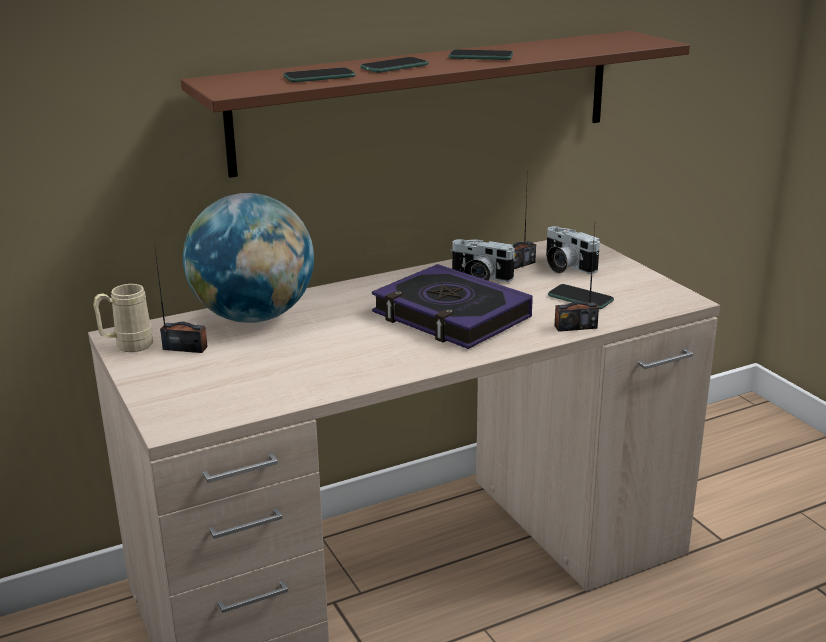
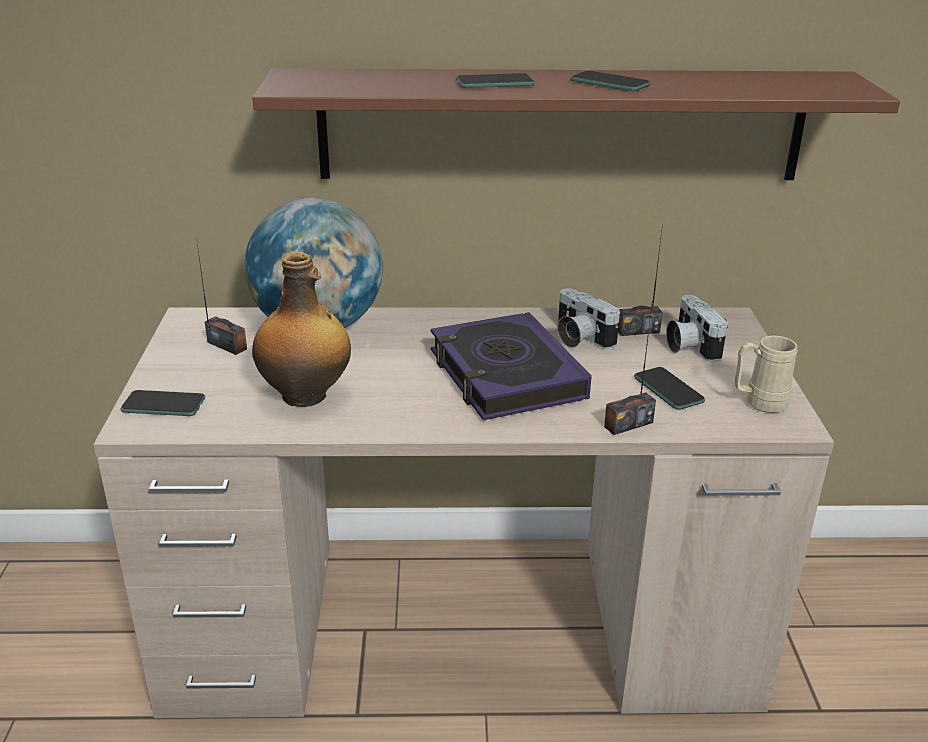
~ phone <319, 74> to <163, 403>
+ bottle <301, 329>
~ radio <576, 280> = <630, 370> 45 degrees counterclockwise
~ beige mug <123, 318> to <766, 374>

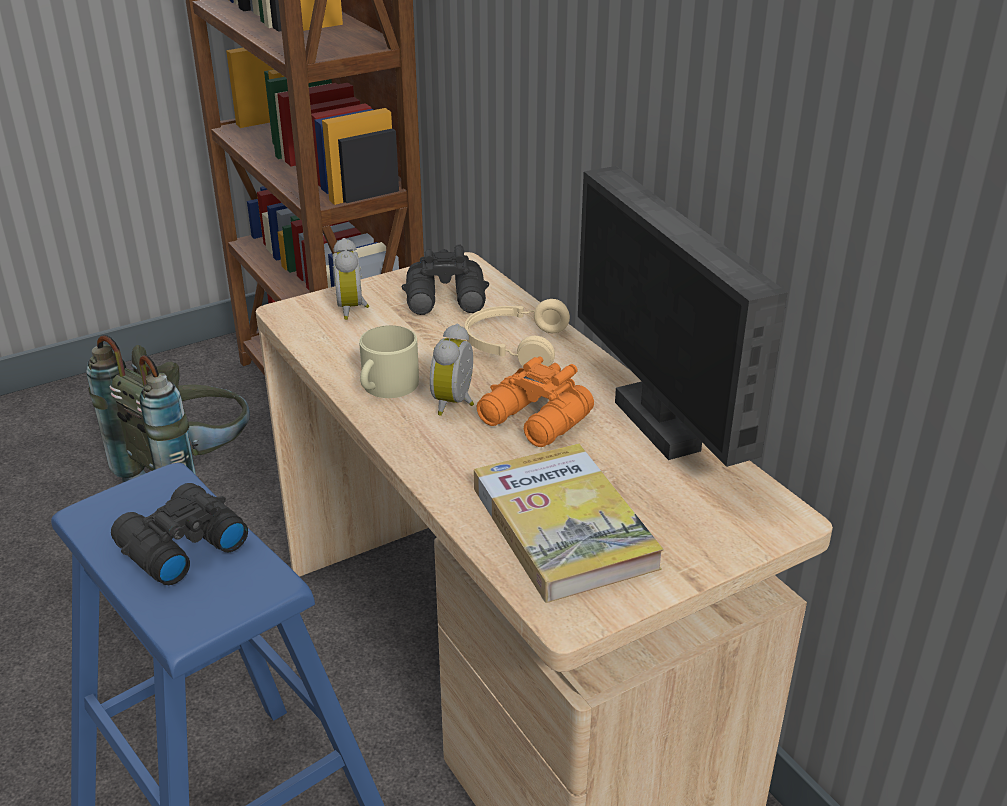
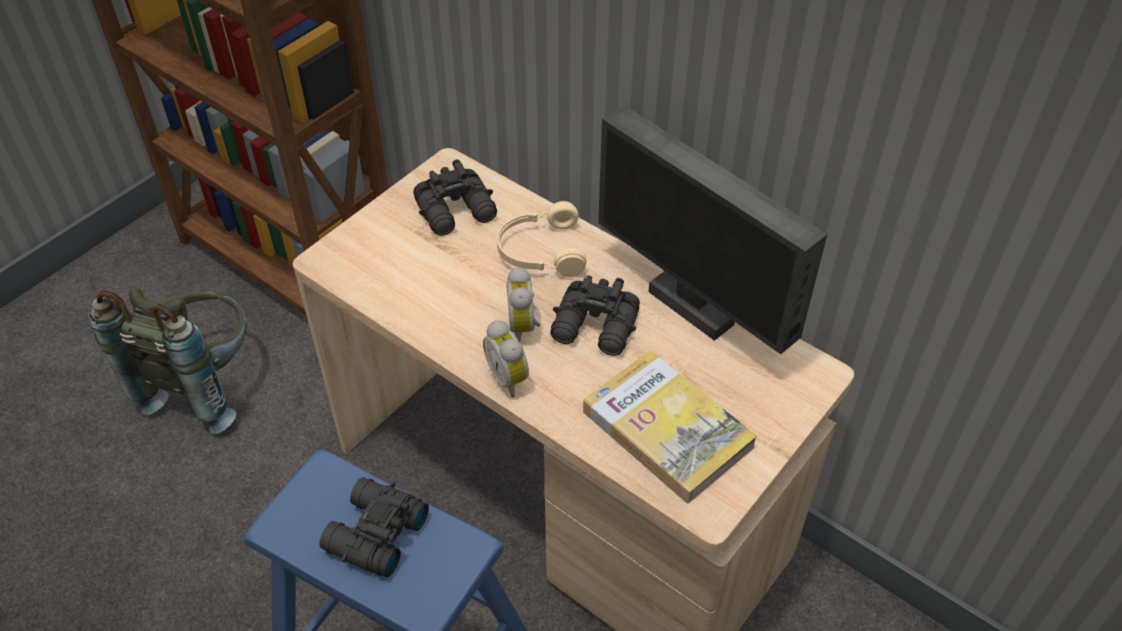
~ alarm clock <351, 279> to <506, 358>
~ orange binoculars <535, 401> to black binoculars <595, 315>
- beige mug <389, 361>

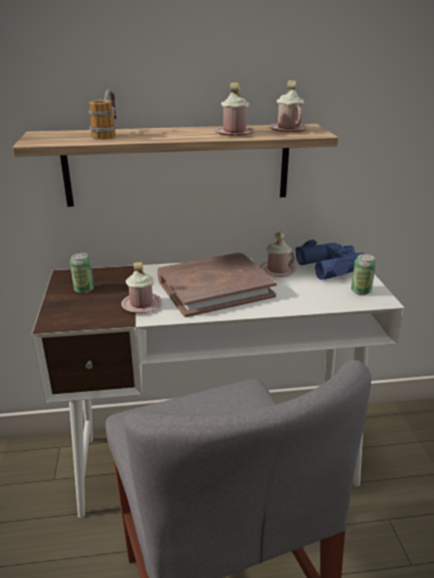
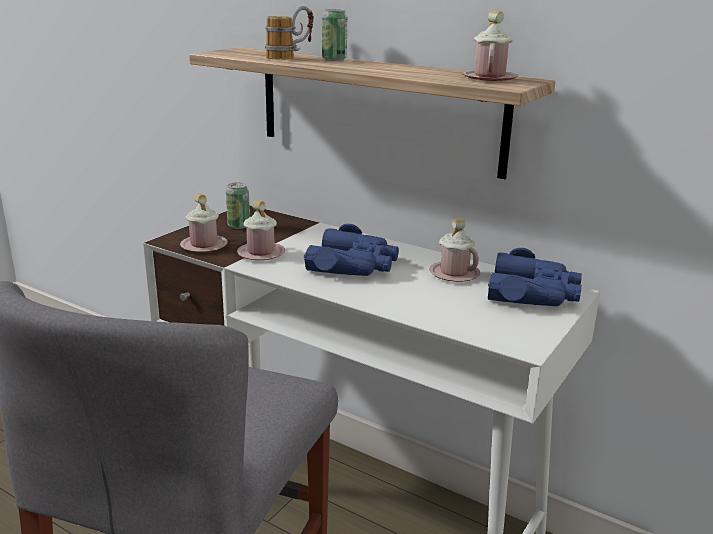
~ pink mug <235, 109> to <204, 222>
~ brown book <217, 285> to blue binoculars <351, 250>
~ can <363, 274> to <334, 35>

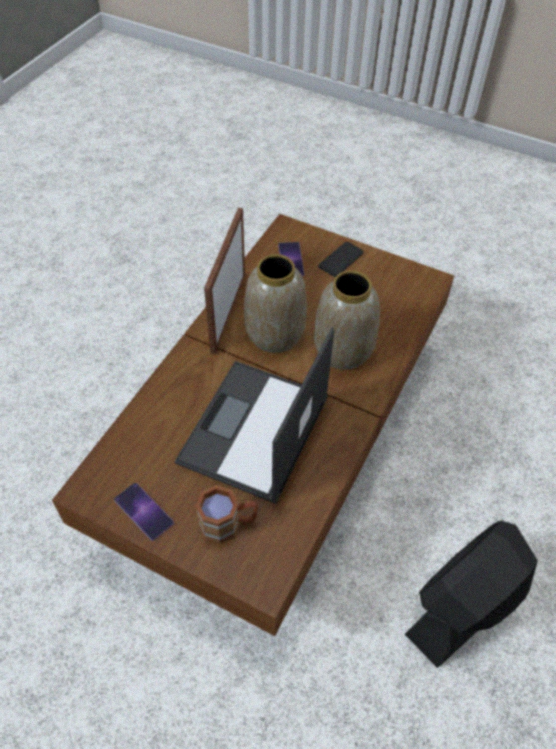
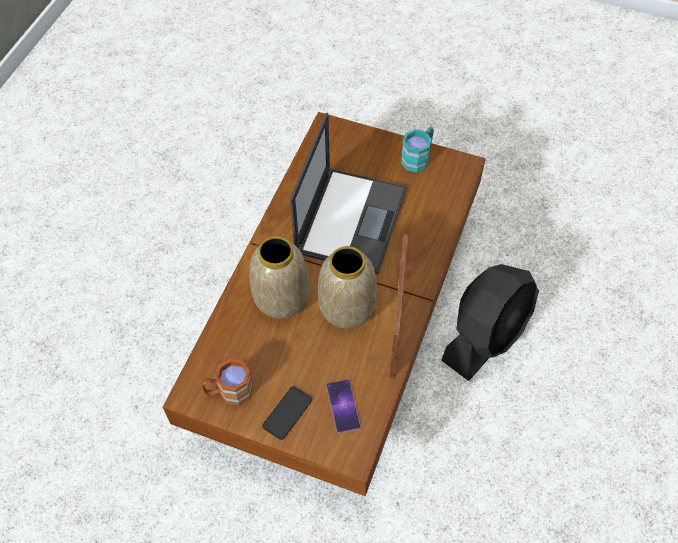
~ brown mug <227, 514> to <227, 382>
~ phone <144, 512> to turquoise mug <417, 149>
~ black fan <471, 594> to <490, 322>

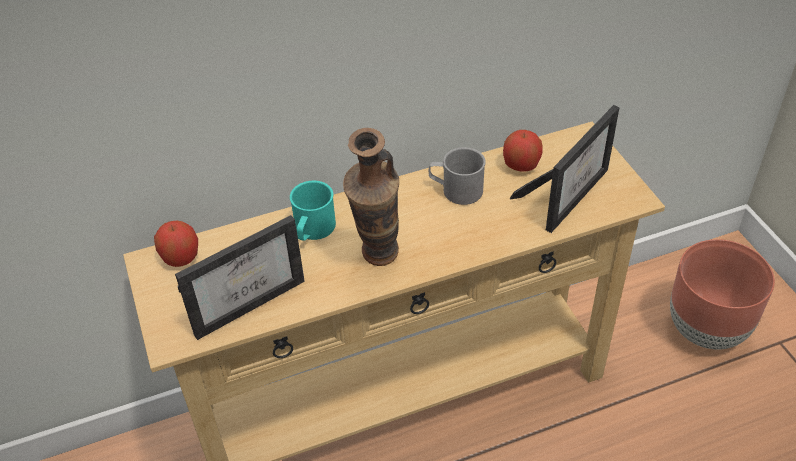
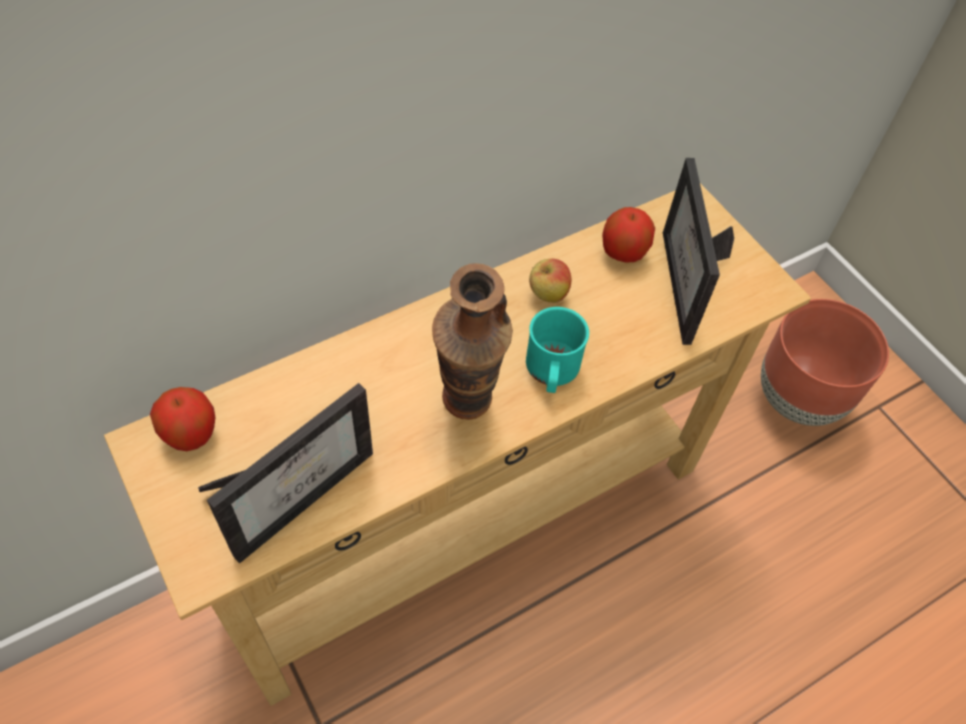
~ turquoise mug <313, 211> to <557, 350>
~ grey mug <457, 176> to apple <550, 281>
~ picture frame <565, 169> = <698, 251> 150 degrees clockwise

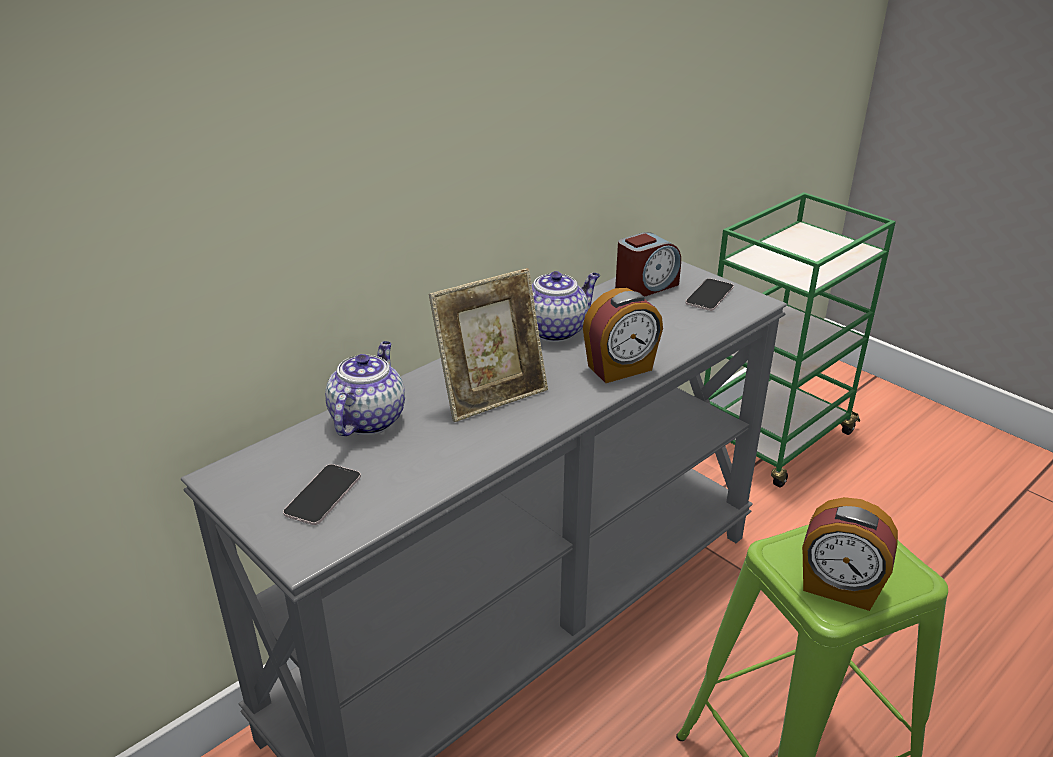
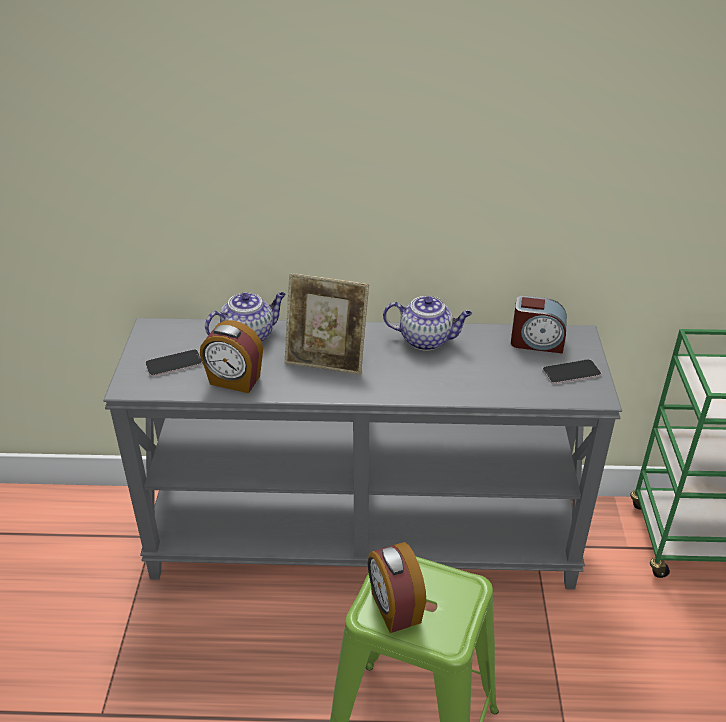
~ alarm clock <623, 335> to <231, 356>

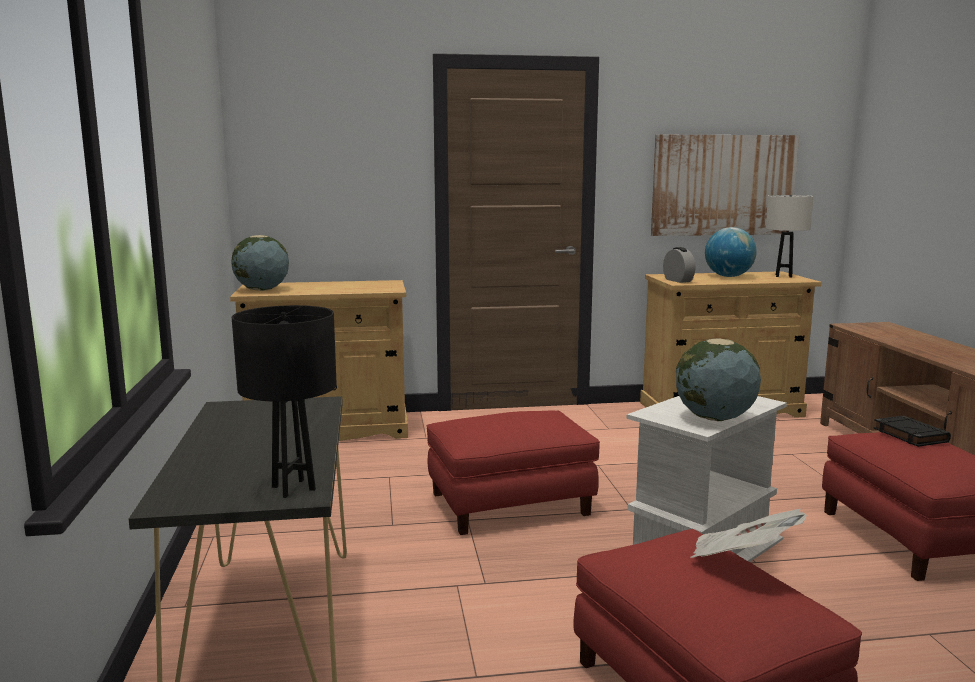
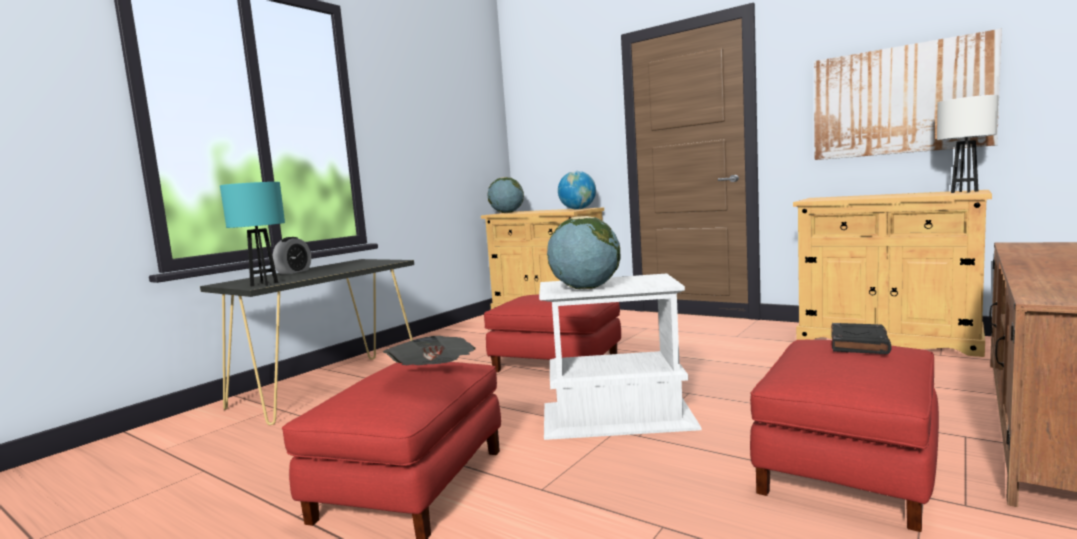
~ black table lamp <284, 401> to turquoise table lamp <252, 234>
~ alarm clock <679, 265> to <292, 255>
~ globe <731, 252> to <577, 190>

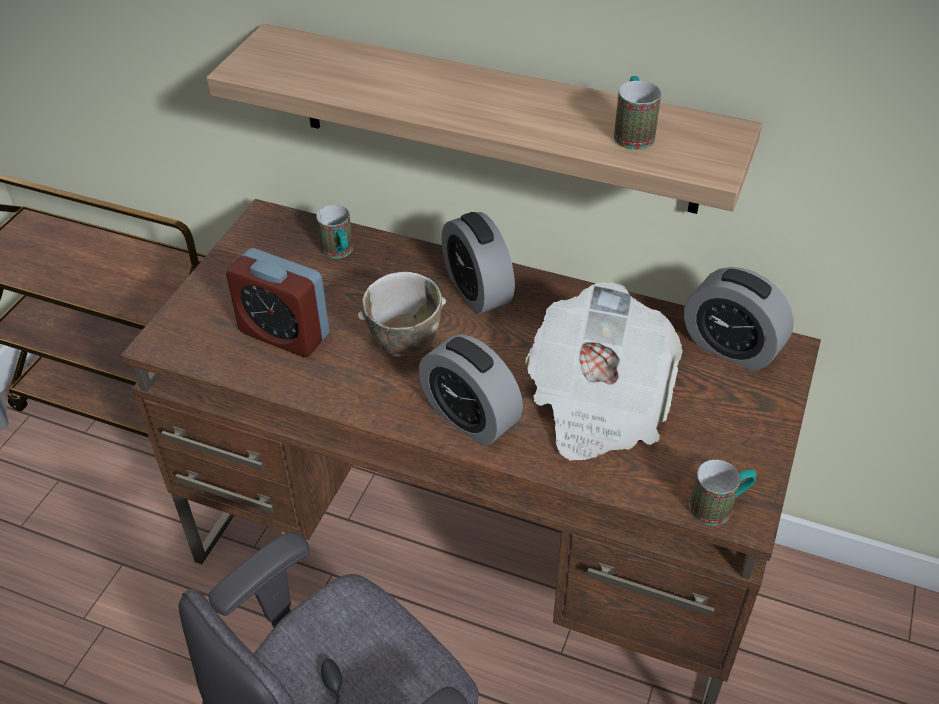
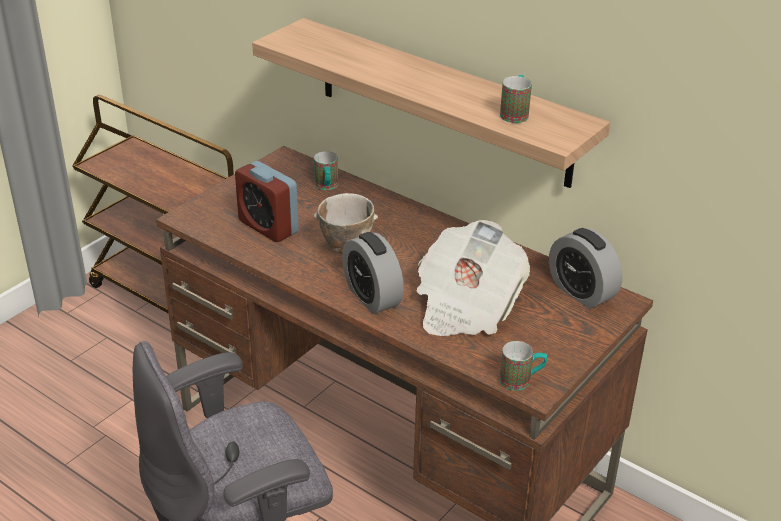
- alarm clock <478, 263>

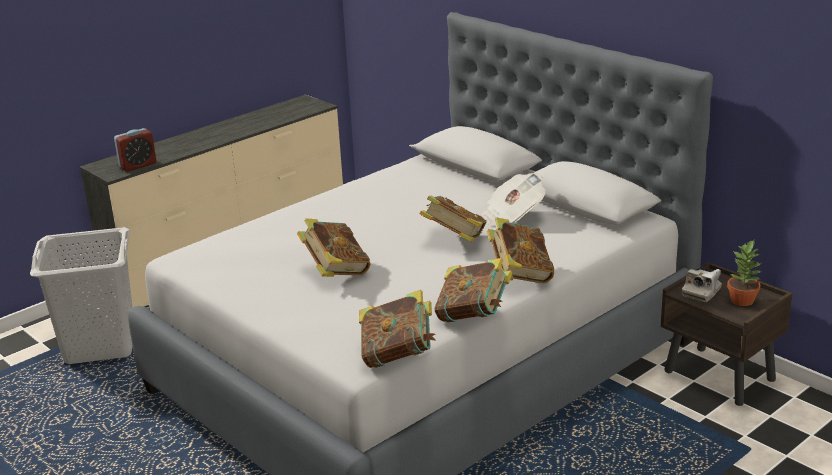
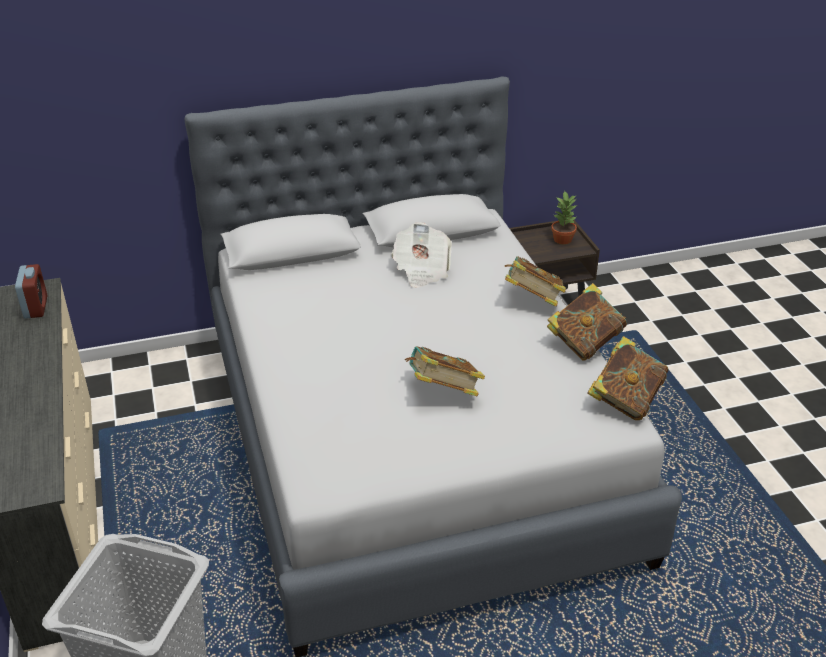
~ alarm clock <135, 150> to <31, 291>
- book <453, 218>
- photo camera <702, 285>

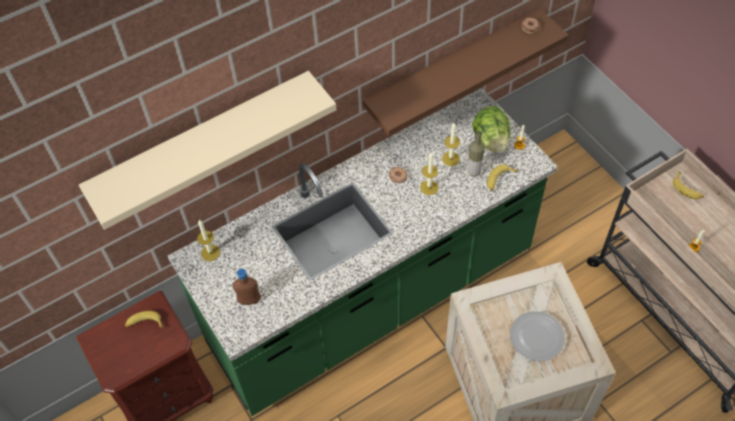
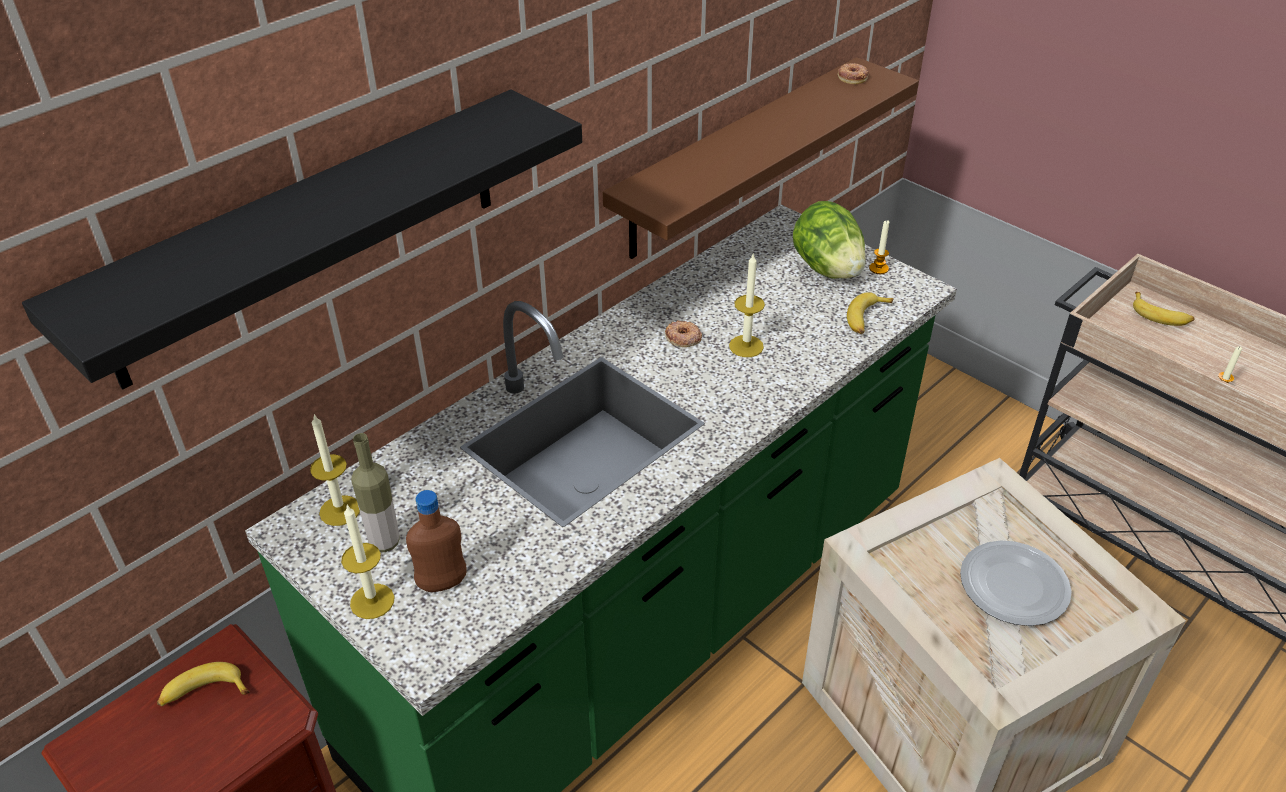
~ beige shelf <207, 150> to black shelf <302, 239>
~ candle <451, 144> to <368, 562>
~ bottle <476, 153> to <375, 492>

